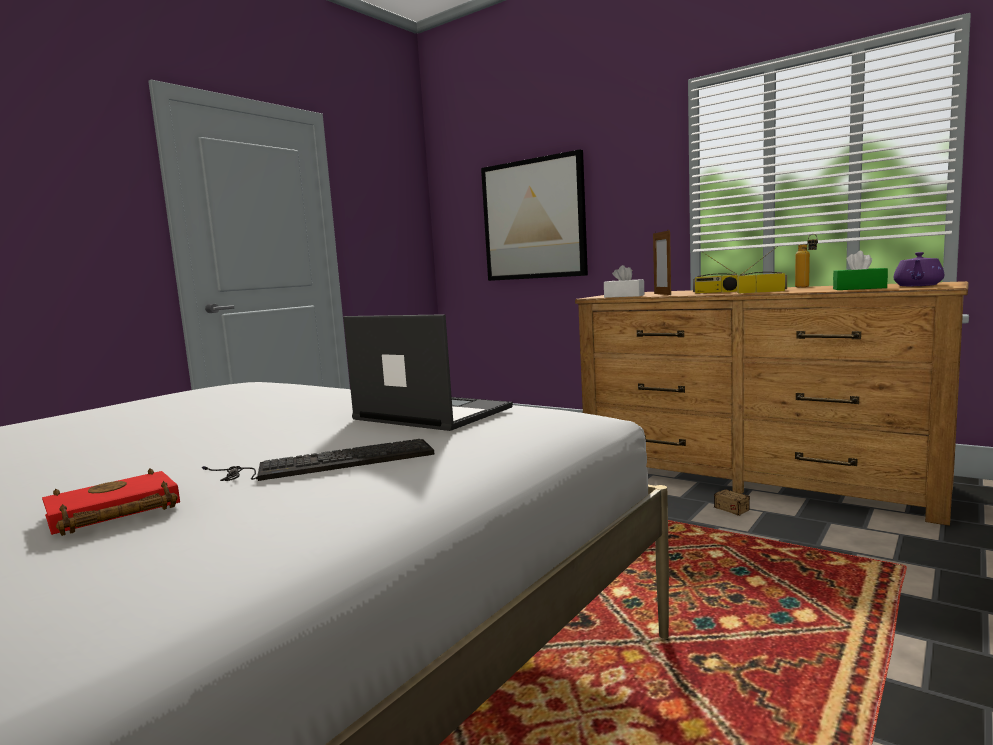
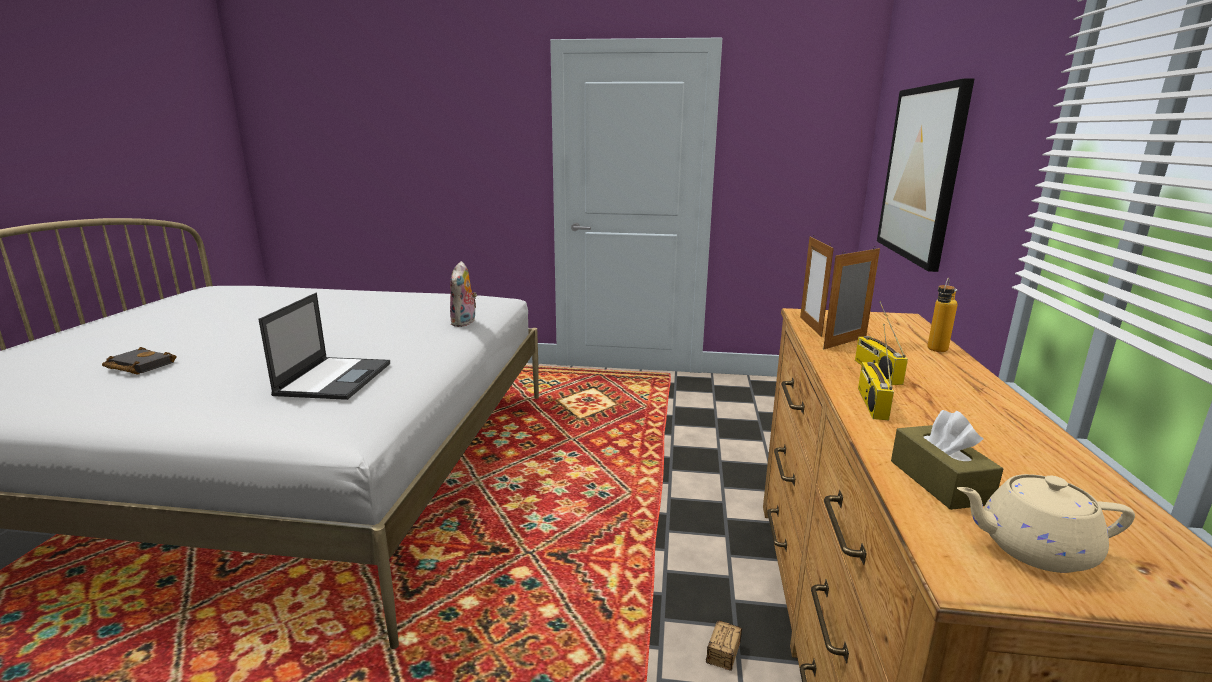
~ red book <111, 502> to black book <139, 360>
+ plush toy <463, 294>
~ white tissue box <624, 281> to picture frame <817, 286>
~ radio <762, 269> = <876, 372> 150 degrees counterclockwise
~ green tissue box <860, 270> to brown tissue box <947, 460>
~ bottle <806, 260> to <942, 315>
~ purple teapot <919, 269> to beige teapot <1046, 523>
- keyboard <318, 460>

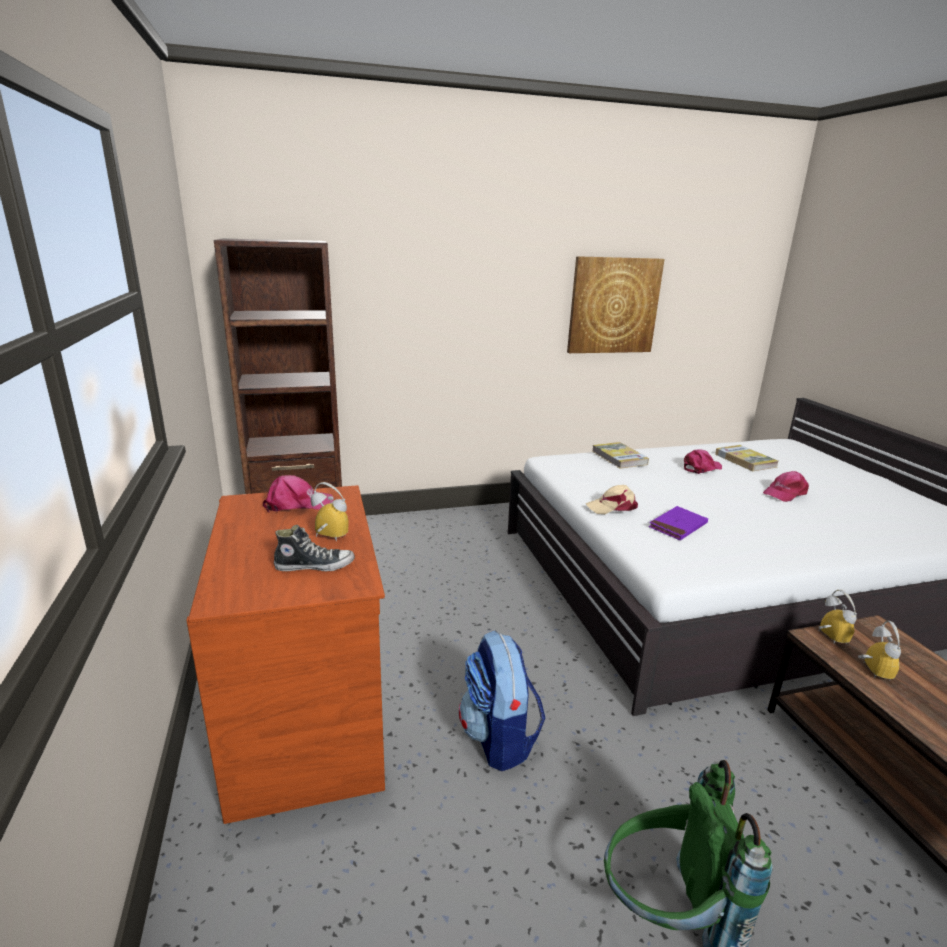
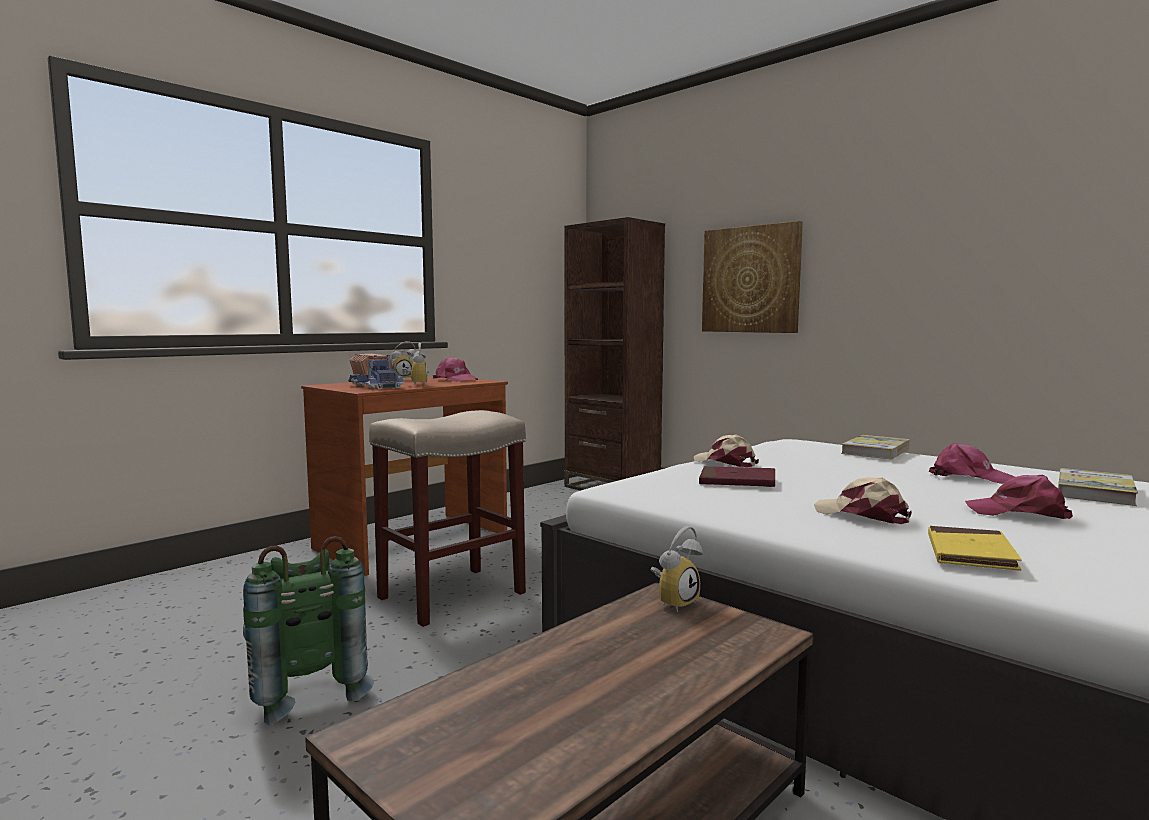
~ shoe <314, 548> to toy truck <377, 371>
~ backpack <502, 700> to beige stool <447, 518>
~ alarm clock <879, 651> to <404, 359>
~ purple book <678, 523> to red book <737, 476>
~ picture <615, 304> to <752, 277>
+ beige cap <863, 500>
+ yellow book <975, 548>

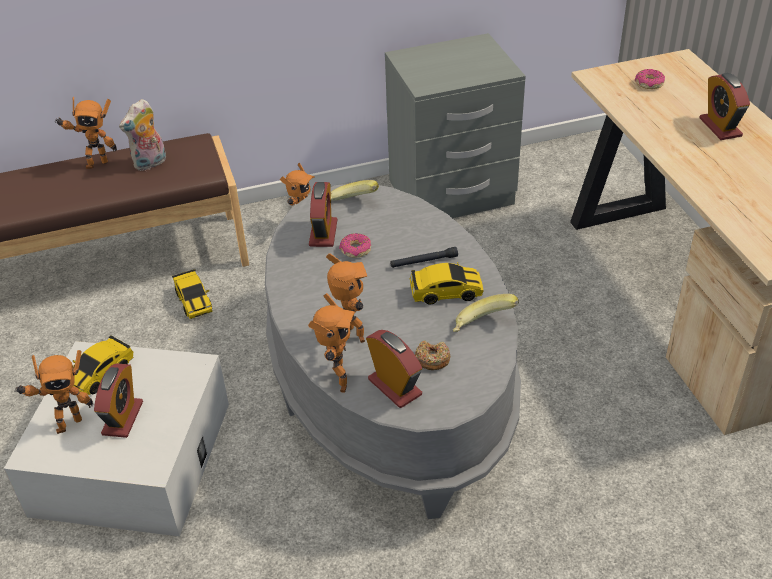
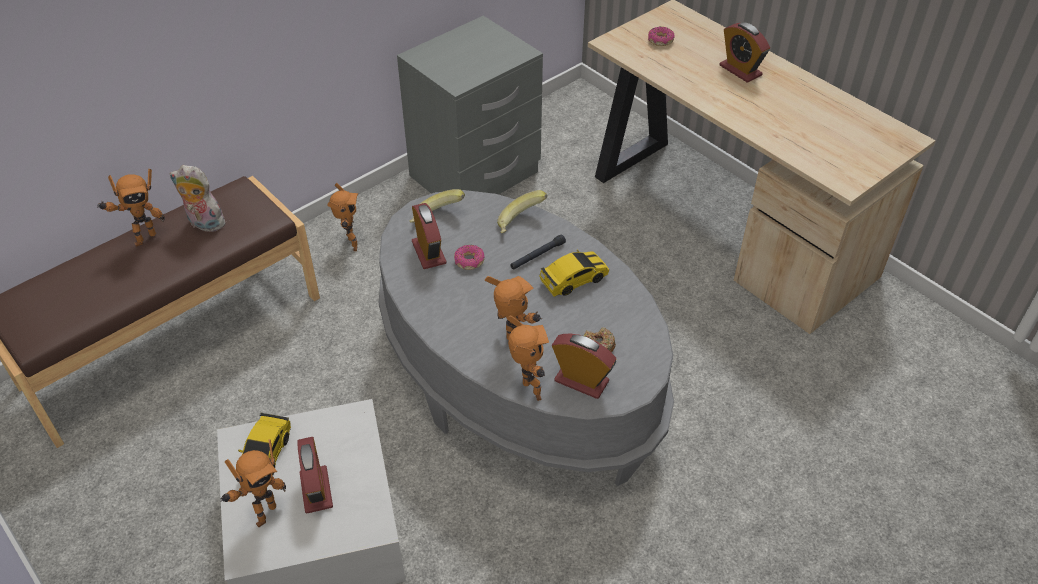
~ plush toy <142, 135> = <197, 198> 90 degrees clockwise
~ banana <486, 313> to <522, 211>
- toy car <192, 294>

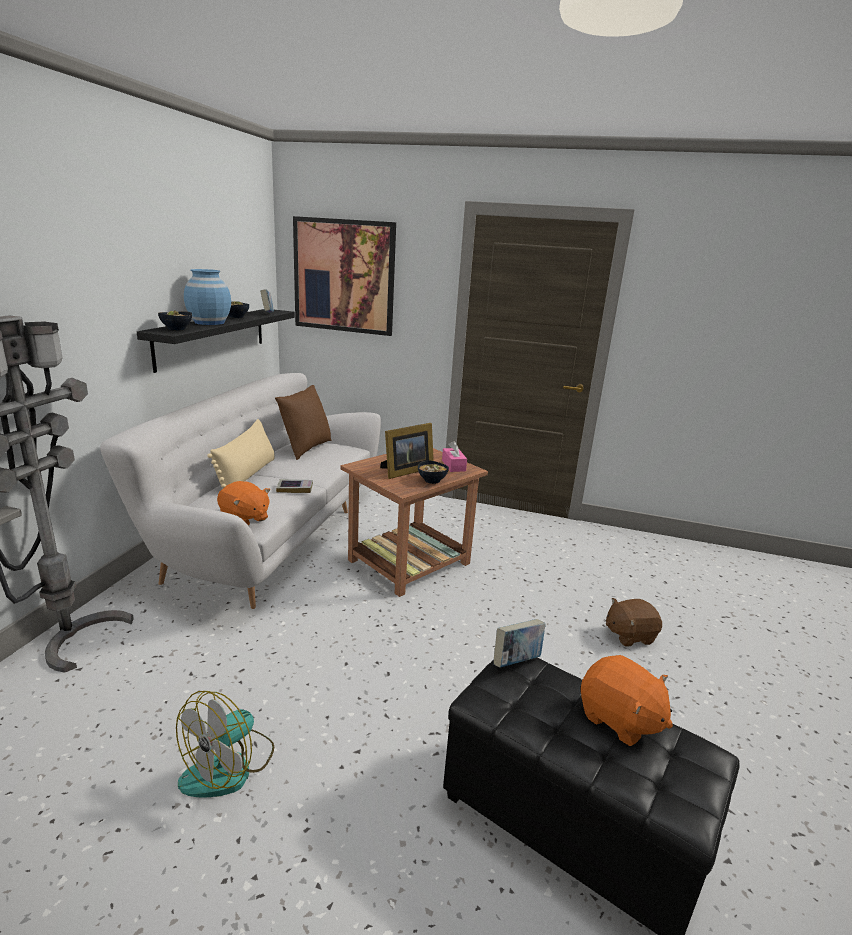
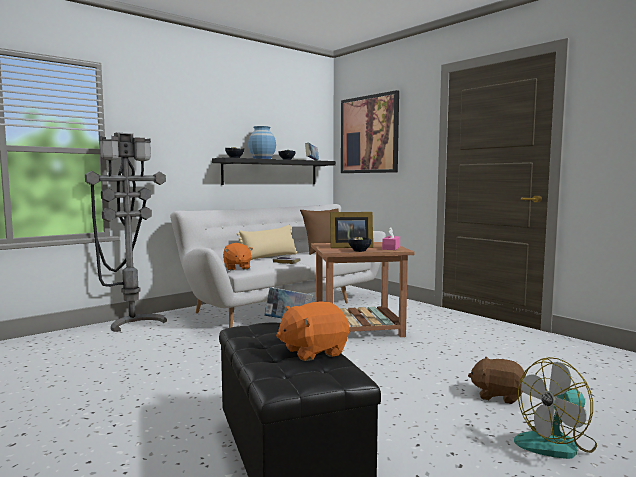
~ orange plush toy <627, 700> = <312, 331> 75 degrees clockwise
~ fan <225, 744> to <555, 408>

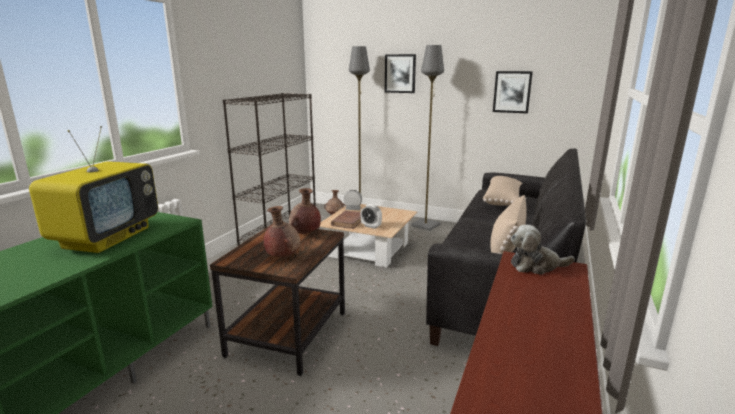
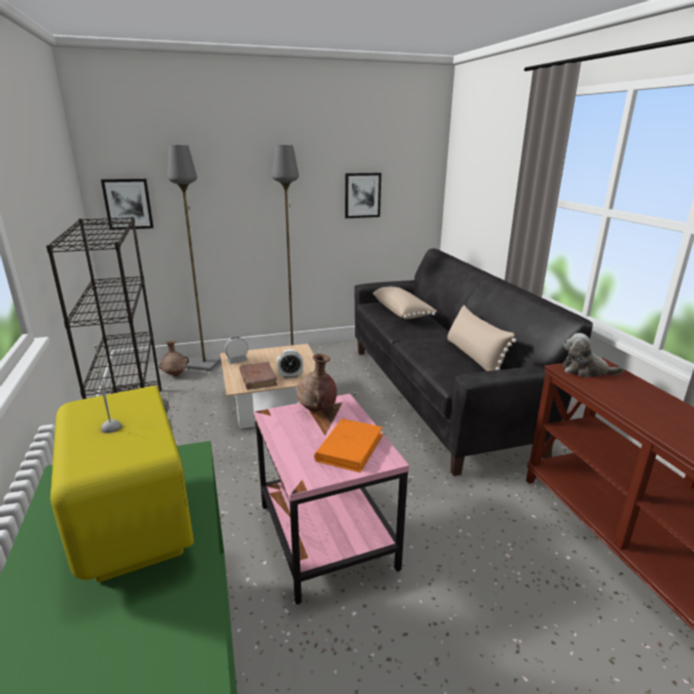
~ picture <400, 73> to <127, 204>
~ brown side table <277, 300> to pink side table <331, 499>
~ brown vase <282, 231> to orange book <348, 446>
~ plush toy <543, 250> = <593, 355> 60 degrees clockwise

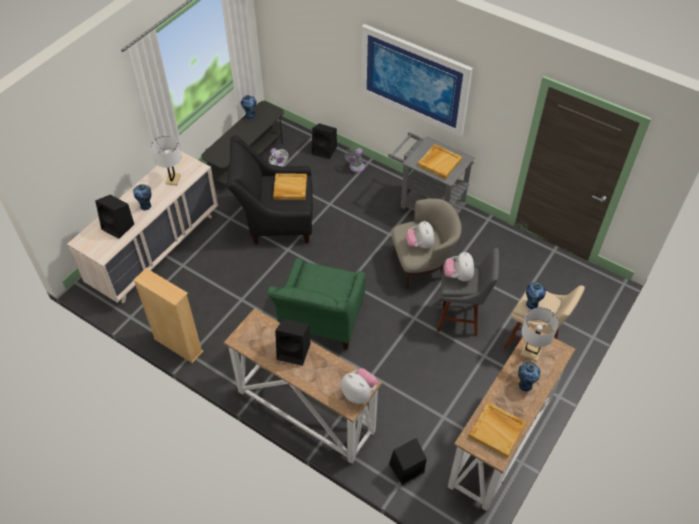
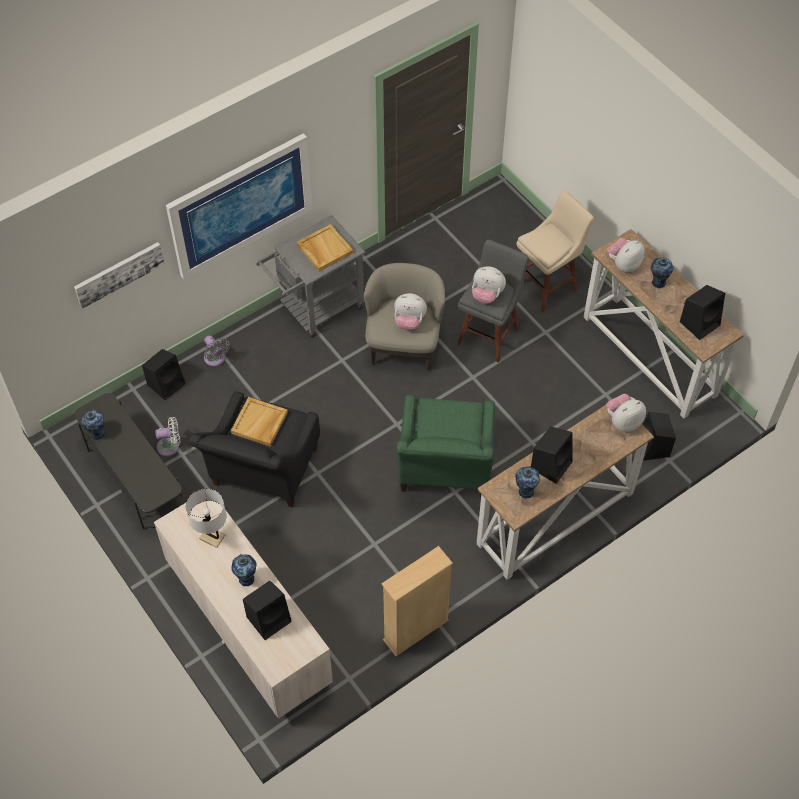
+ picture <119, 275>
~ green armchair <316, 304> = <445, 446> 60 degrees clockwise
~ vase <536, 295> to <527, 482>
~ white table lamp <539, 334> to plush toy <626, 255>
~ beige tray <497, 430> to black speaker <702, 312>

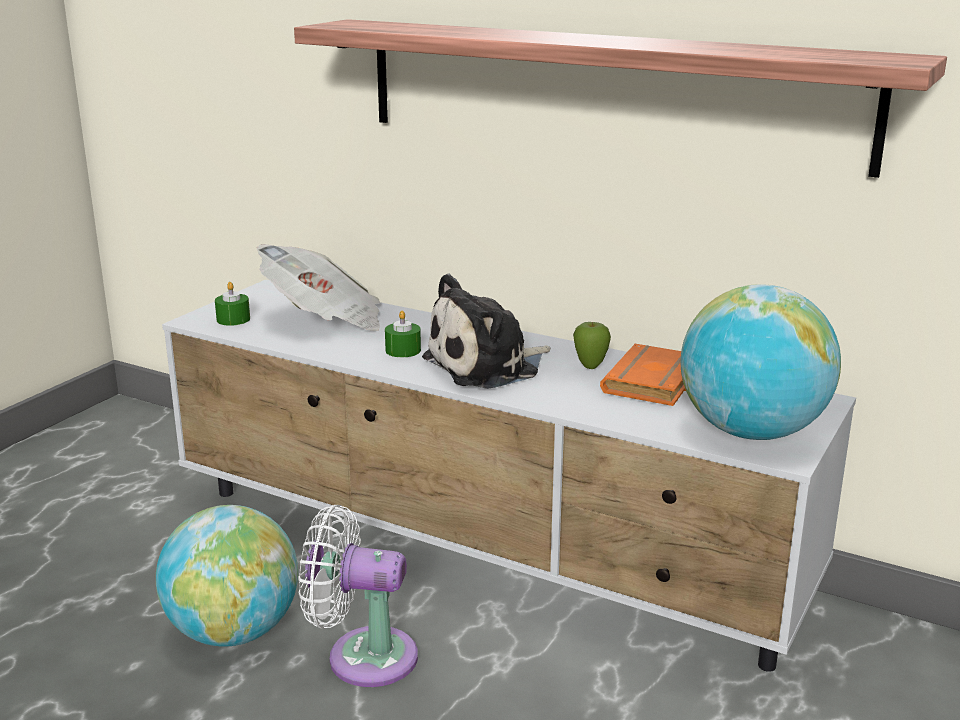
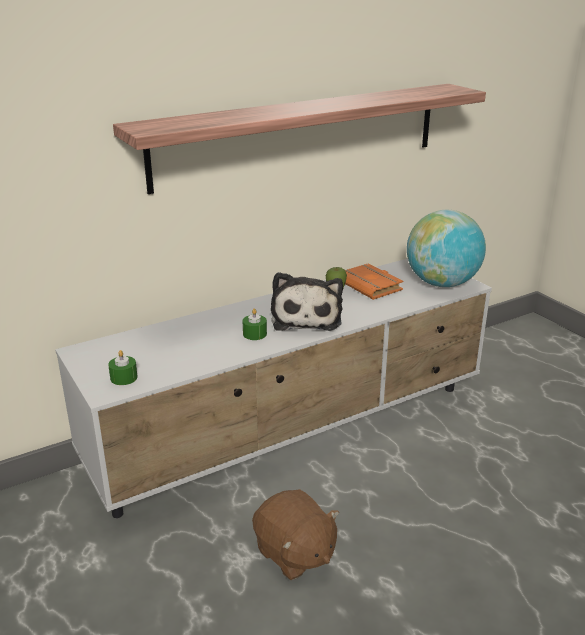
~ globe <227, 576> to brown plush toy <295, 534>
- newspaper <318, 287>
- white fan <358, 596>

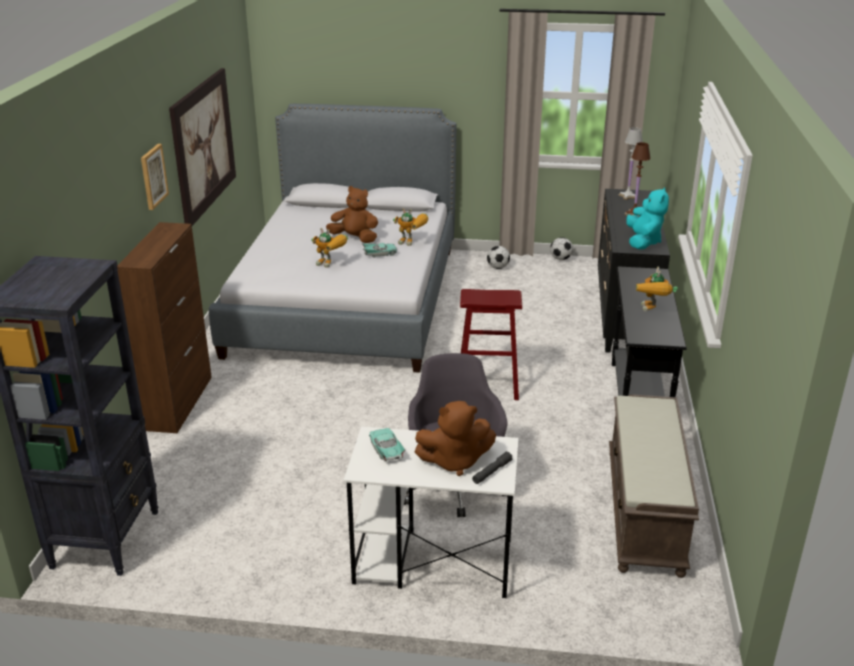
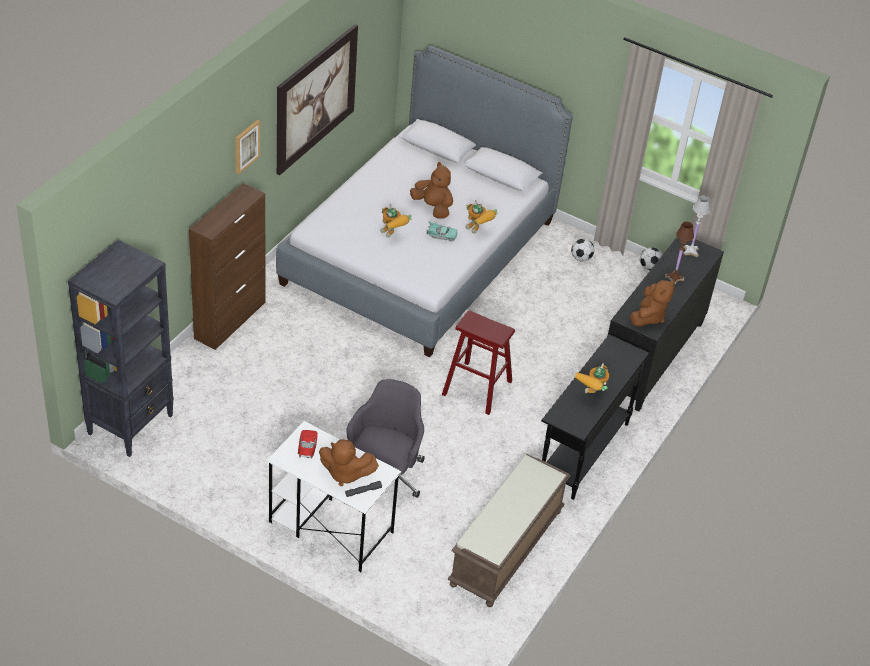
~ turquoise toy car <387, 444> to red toy car <308, 444>
~ turquoise plush toy <647, 218> to brown plush toy <652, 303>

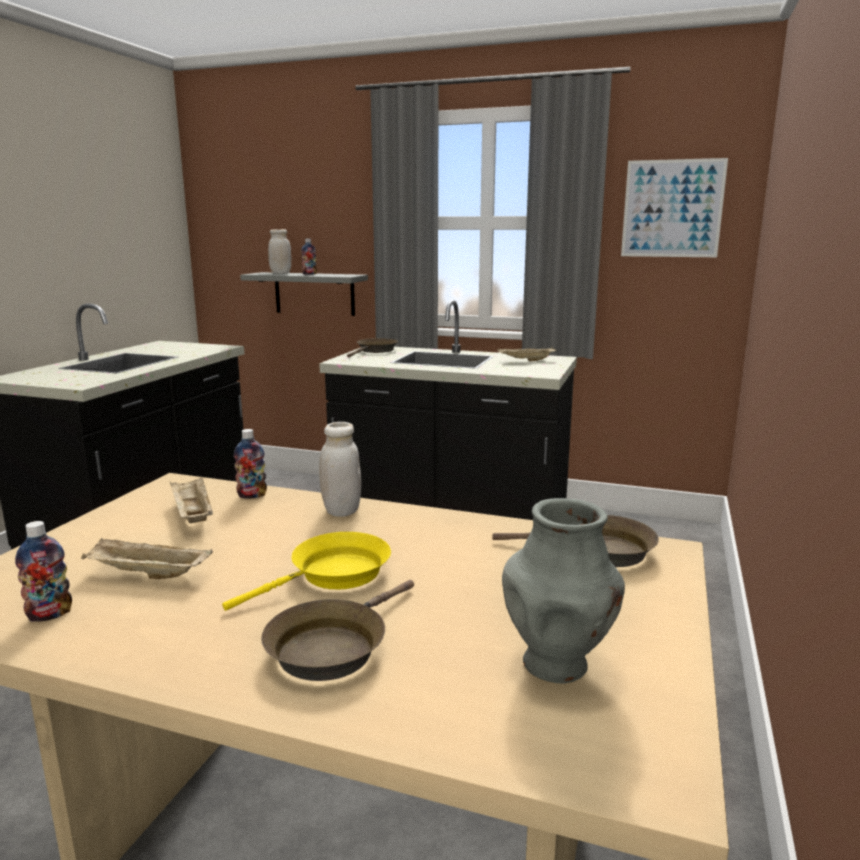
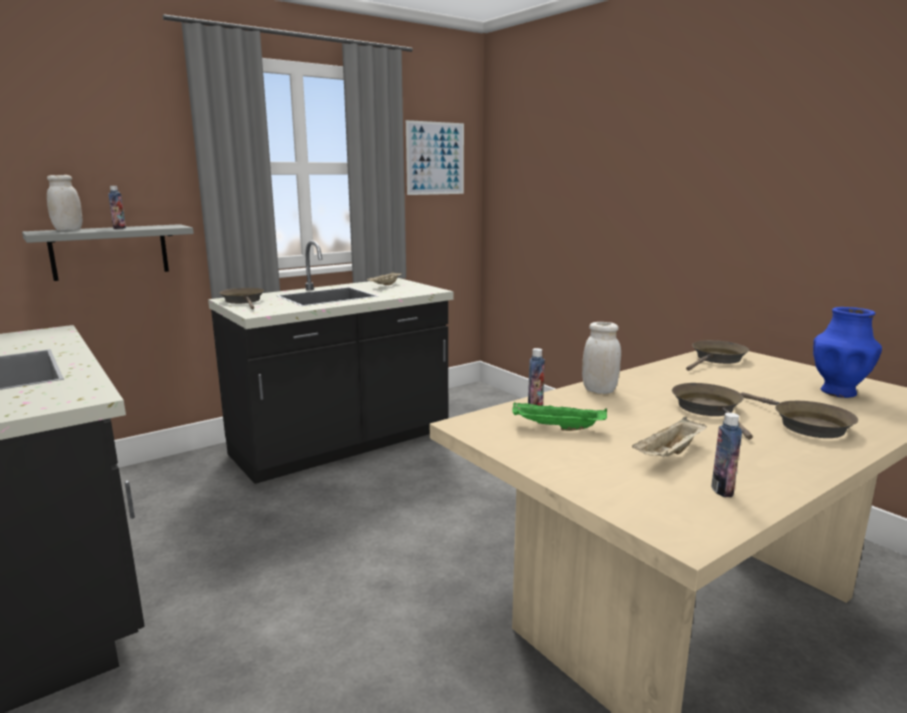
~ beige tray <191, 500> to green tray <559, 416>
~ yellow frying pan <306, 571> to brown frying pan <712, 411>
~ grey vase <563, 590> to blue vase <847, 352>

